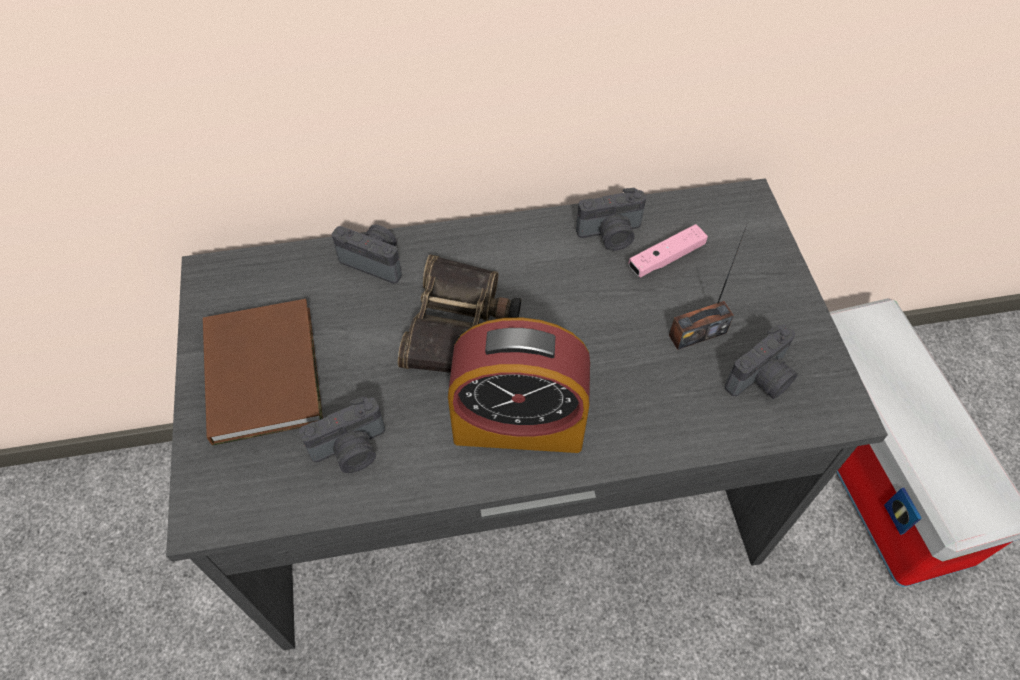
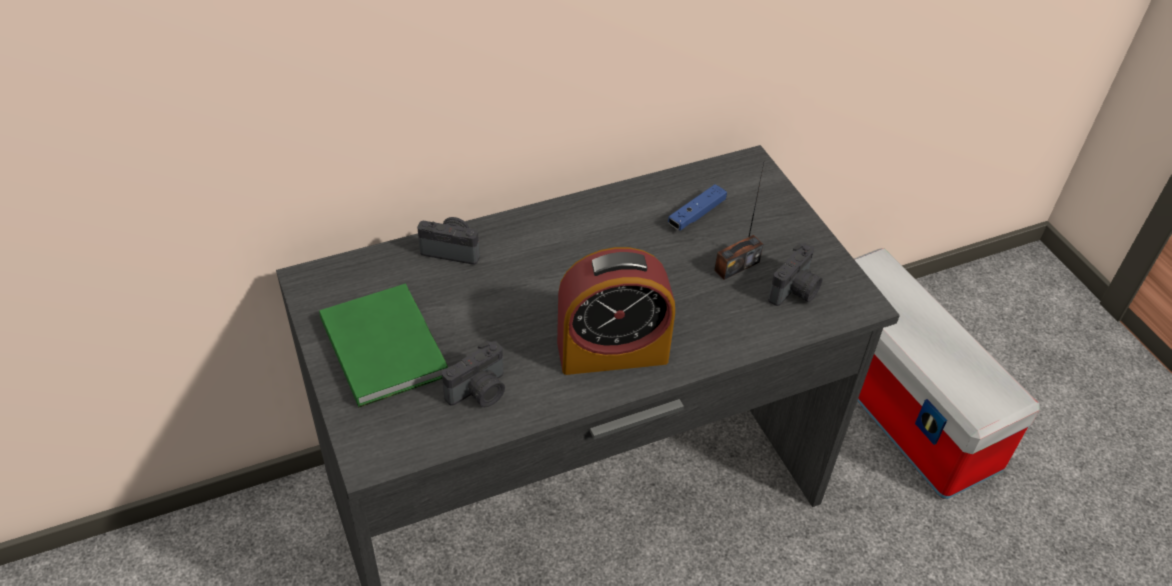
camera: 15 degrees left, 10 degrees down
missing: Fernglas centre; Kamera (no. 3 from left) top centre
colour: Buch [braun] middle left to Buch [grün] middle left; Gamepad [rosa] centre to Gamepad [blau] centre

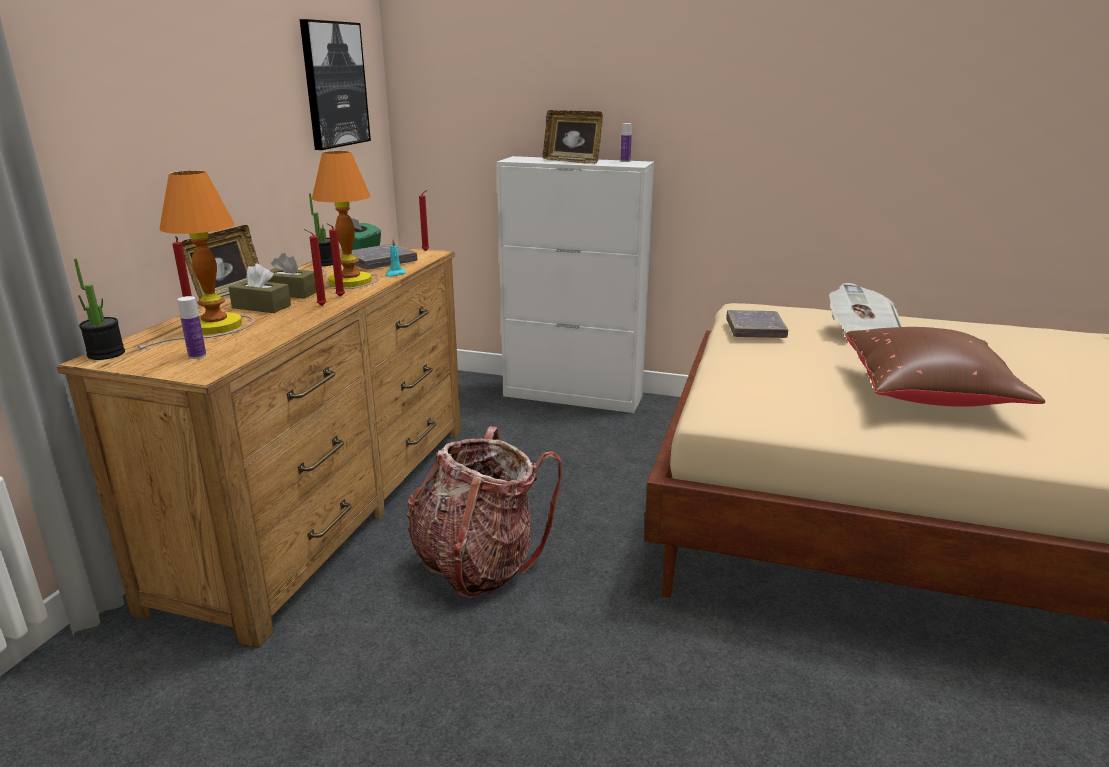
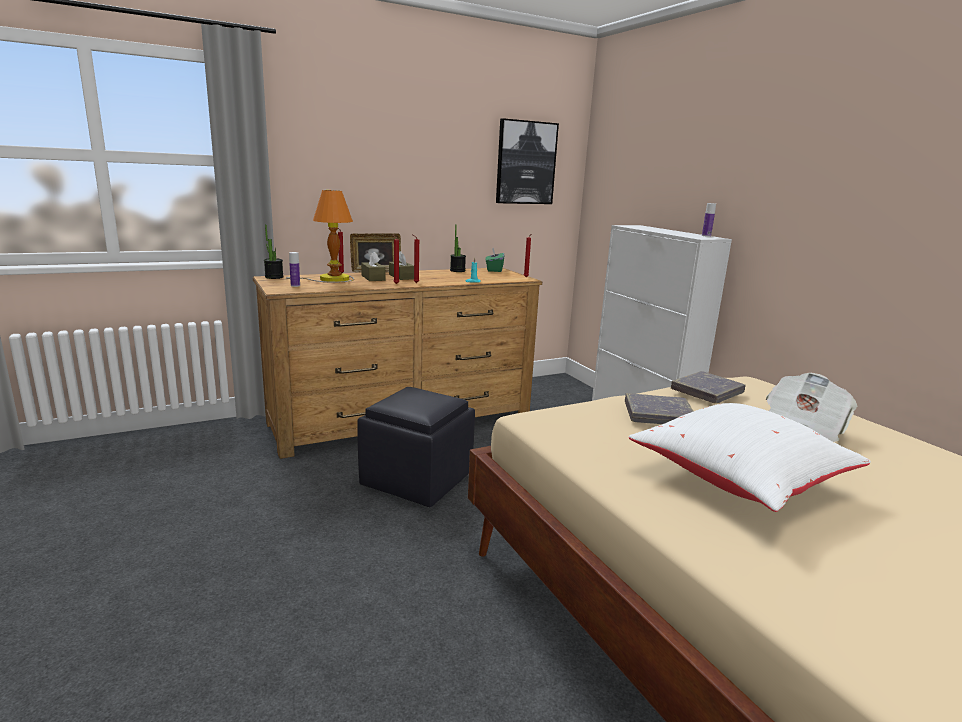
camera: 45 degrees right, 5 degrees down
missing: Tischlampe (no. 2 from left) top left; Bilderrahmen (no. 2 from left) top centre
relocated: Buch [grau] (no. 1 from left) centre to middle right
exchanged: Rucksack bottom centre to Polsterhocker [schwarz] centre
colour: Kissen [braun] middle right to Kissen [weiß] middle right

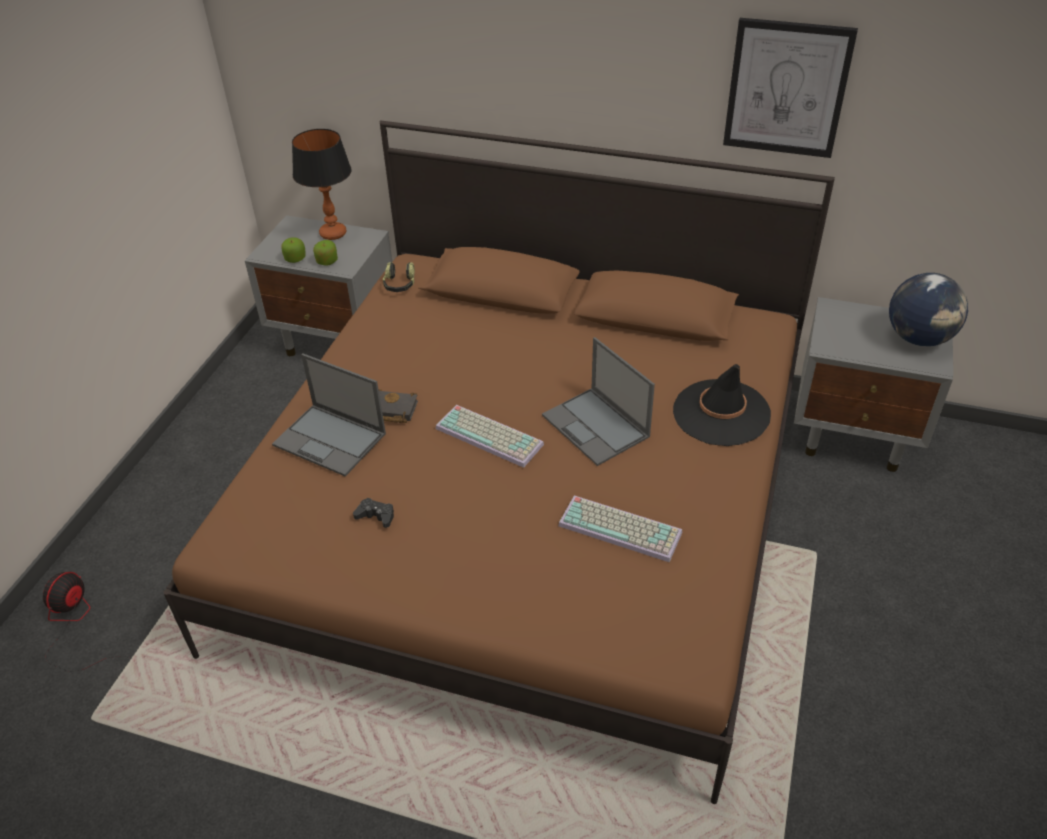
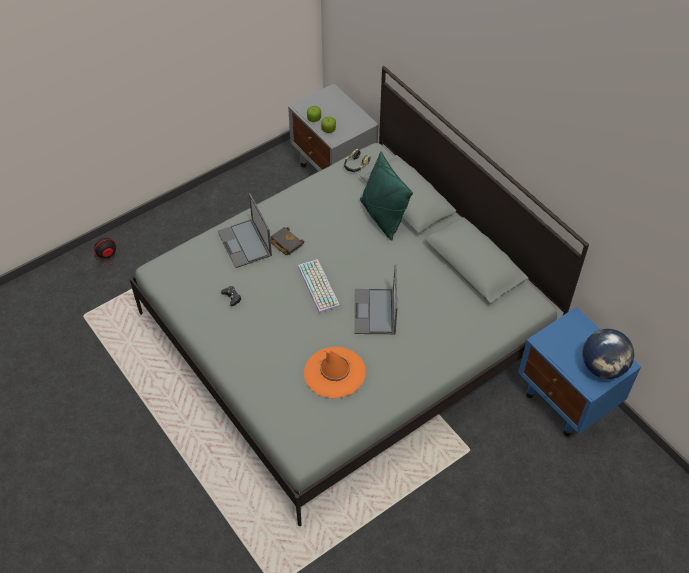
camera: 35 degrees right, 10 degrees up
missing: Tischlampe top left; Hut [schwarz] middle right; Bild top right
appeared: Kissen [grün] centre
exchanged: Tastatur (no. 2 from left) centre to Hut [orange] centre
colour: Bett [braun] centre to Bett [grau] centre; Nachttisch [grau] (no. 2 from left) middle right to Nachttisch [blau] middle right

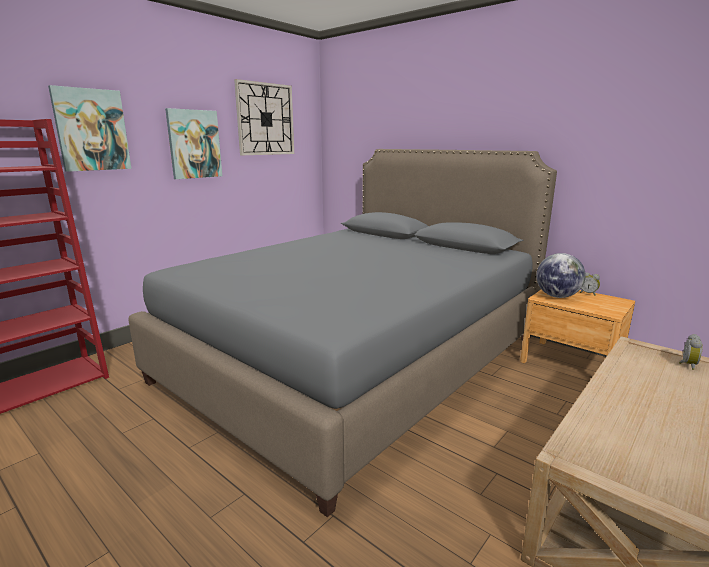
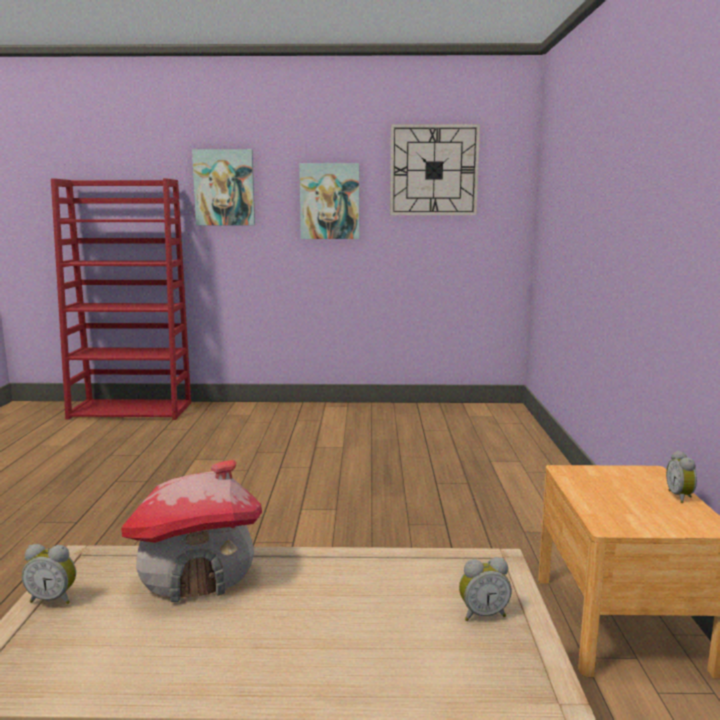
camera: 50 degrees right, 5 degrees down
missing: Bett [grau] centre; Globus middle right
appeared: Wecker (no. 1 from left) bottom left; Spielzeughaus bottom left

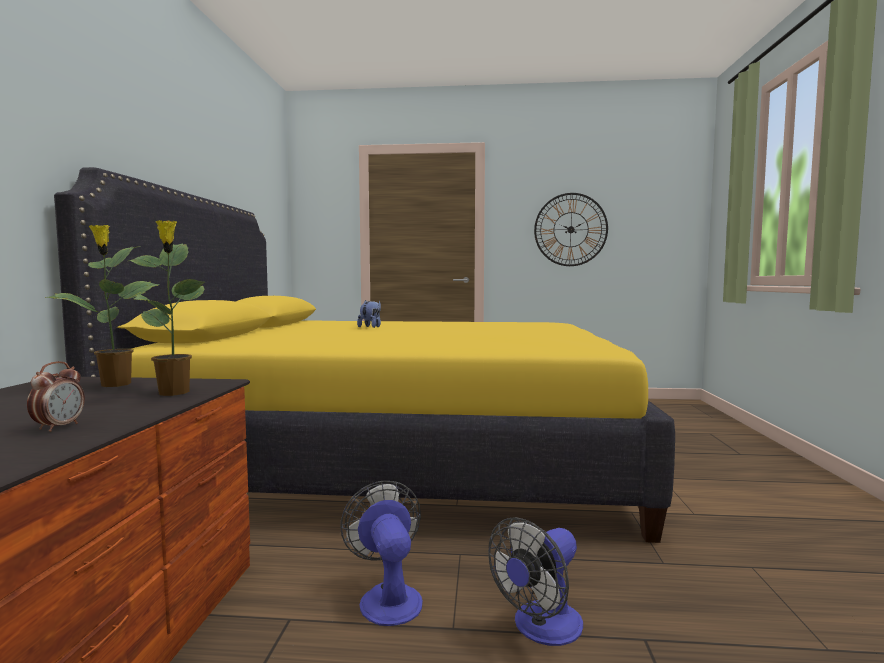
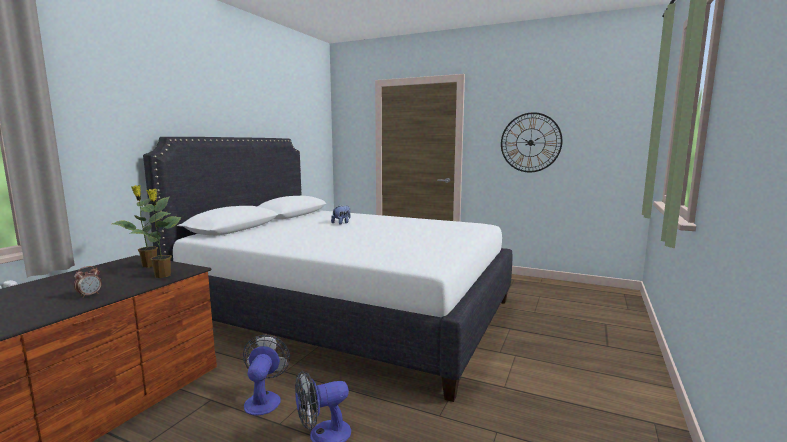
camera: 20 degrees right, 5 degrees up
colour: Bett [gelb] centre to Bett [weiß] centre

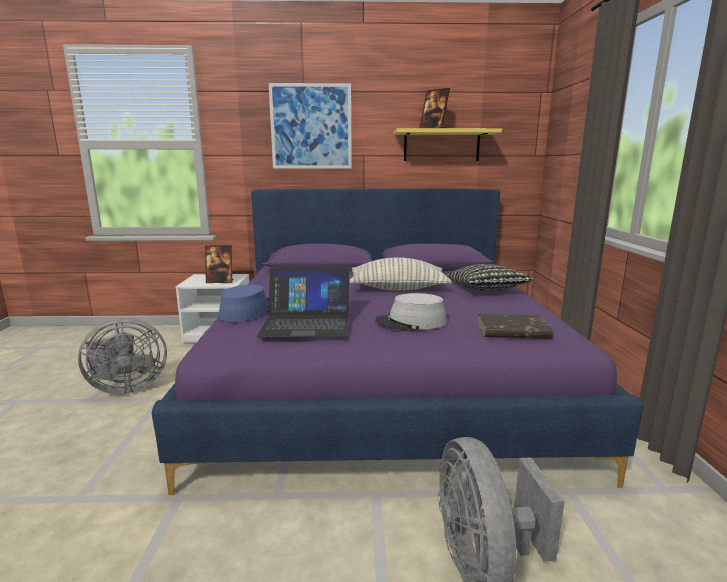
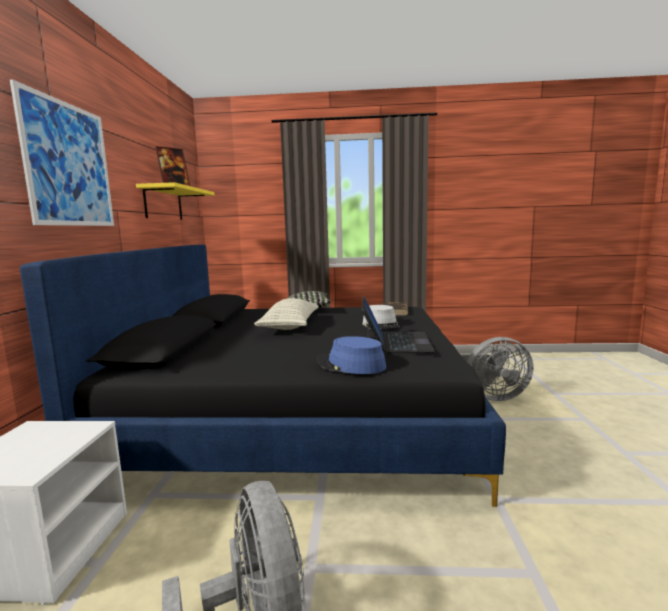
camera: 85 degrees left, 5 degrees down
missing: Bilderrahmen (no. 1 from left) middle left
colour: Bett [lila] centre to Bett [schwarz] centre

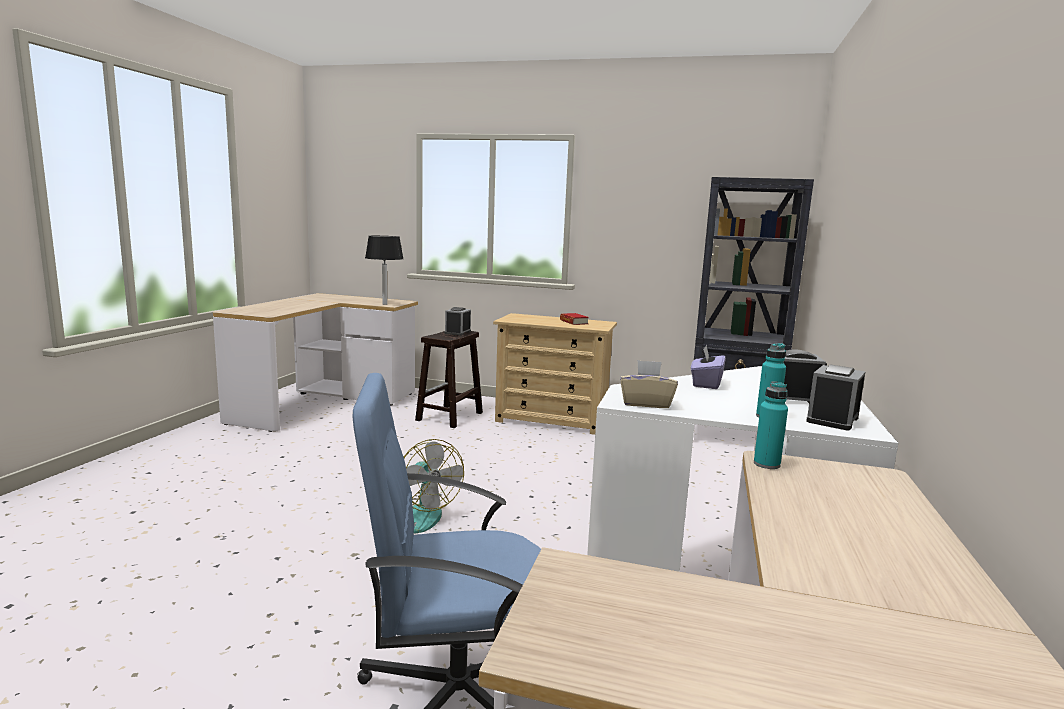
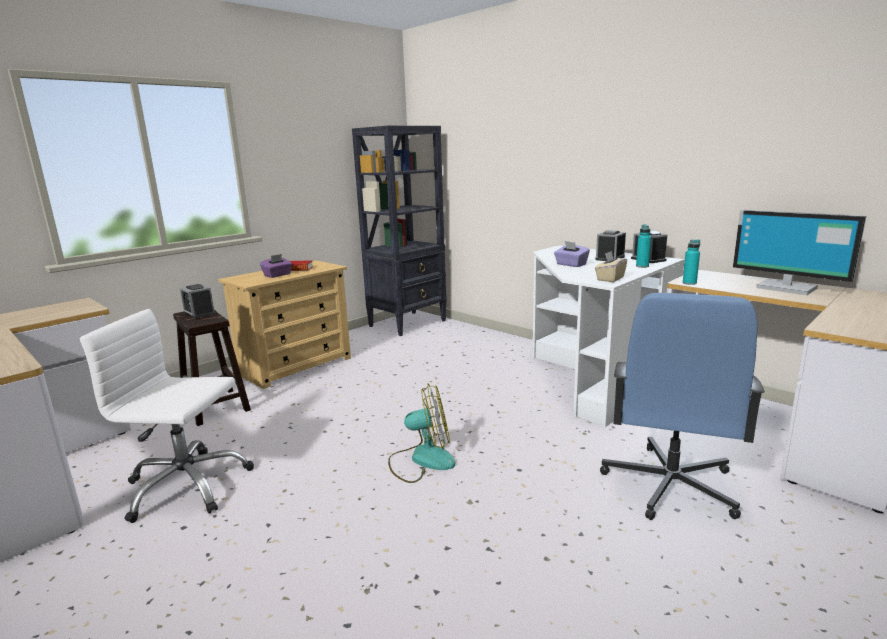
camera: 60 degrees left, 5 degrees up
missing: Tischlampe [schwarz] centre
appeared: Bürostuhl [weiß] middle left; Taschentuchbox [lila] (no. 1 from left) middle left; Monitor middle right

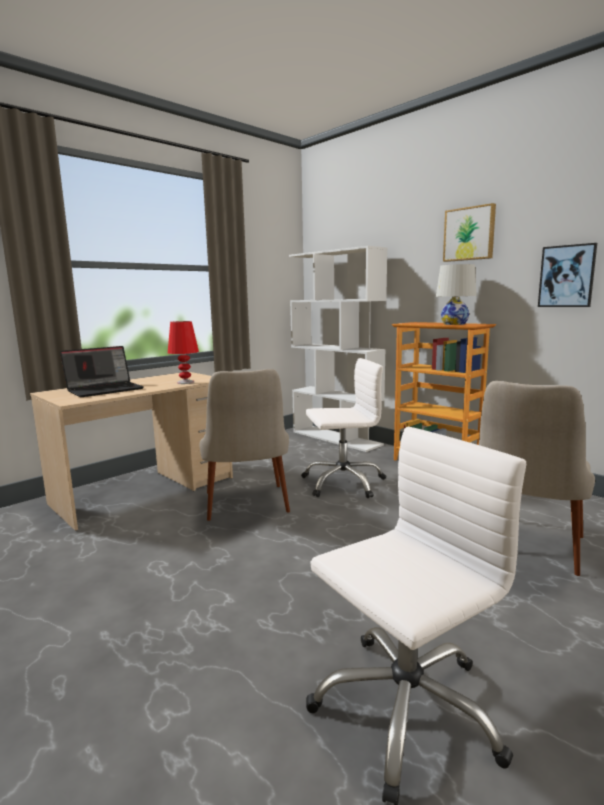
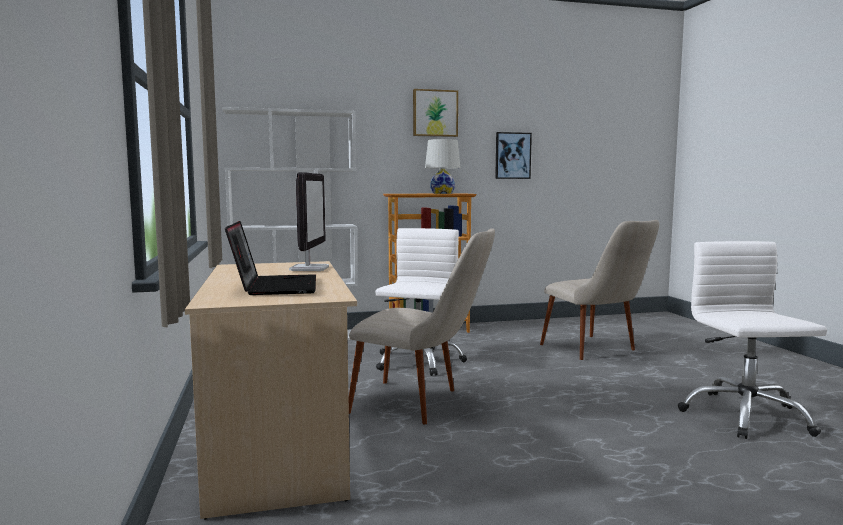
camera: 60 degrees left, 5 degrees down
exchanged: Tischlampe [rot] middle left to Monitor centre

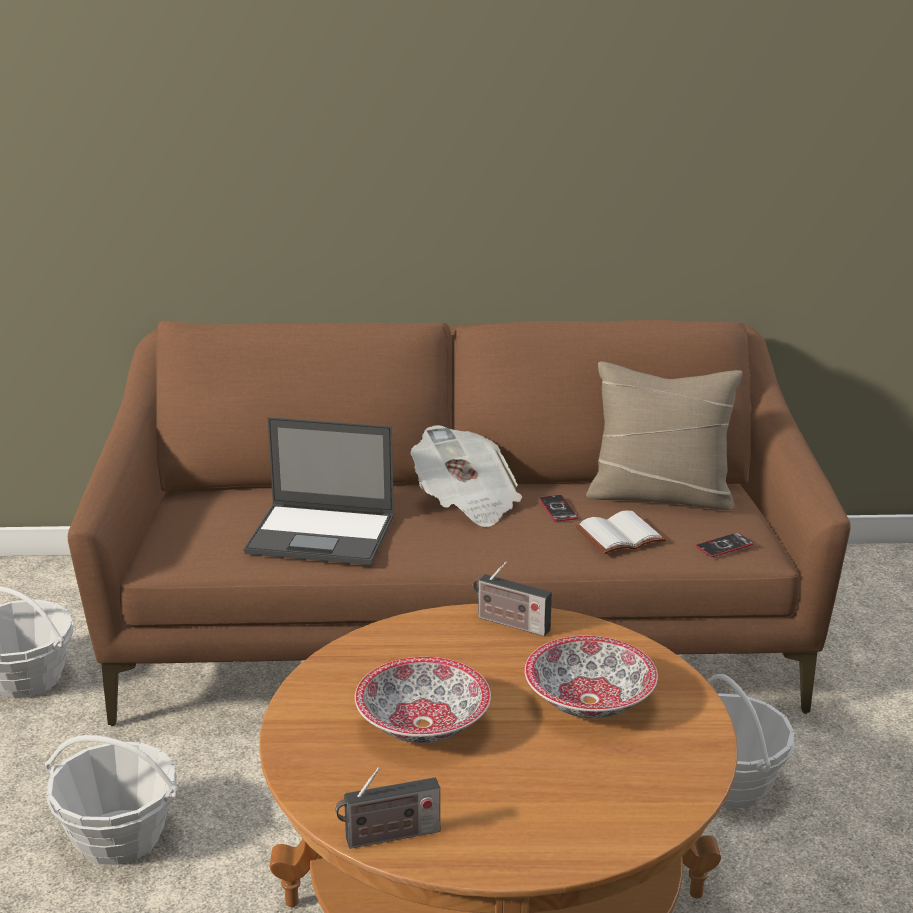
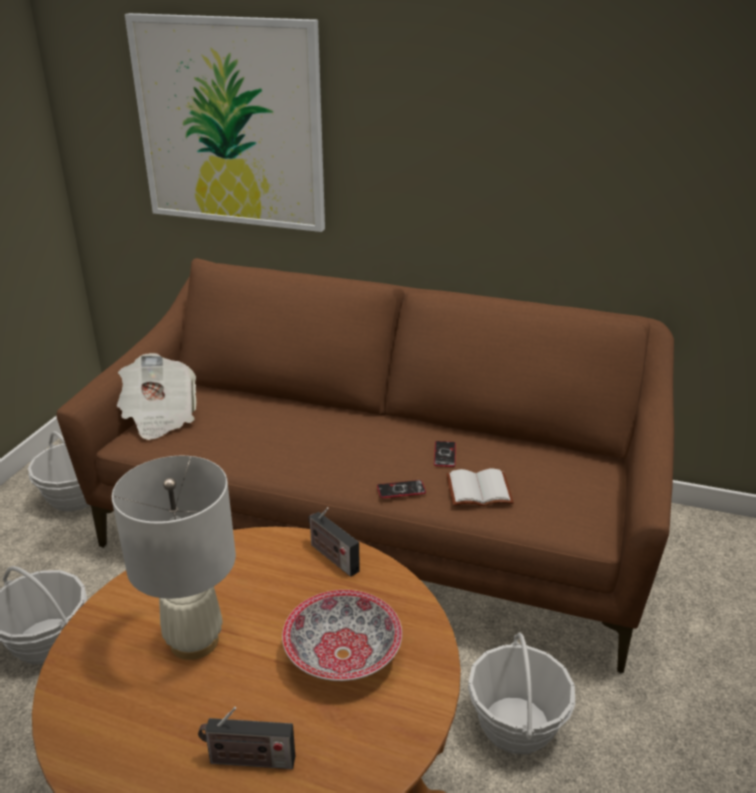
camera: 20 degrees right, 5 degrees up
missing: Laptop centre; Kissen [beige] middle right
appeared: Bild top left
relocated: Zeitung centre to middle left; Radio (no. 1 from left) bottom centre to bottom left; Handy (no. 2 from left in the first image) middle right to Handy (no. 1 from left) centre
exchanged: Schüssel (no. 1 from left) bottom centre to Tischlampe [weiß] bottom left

